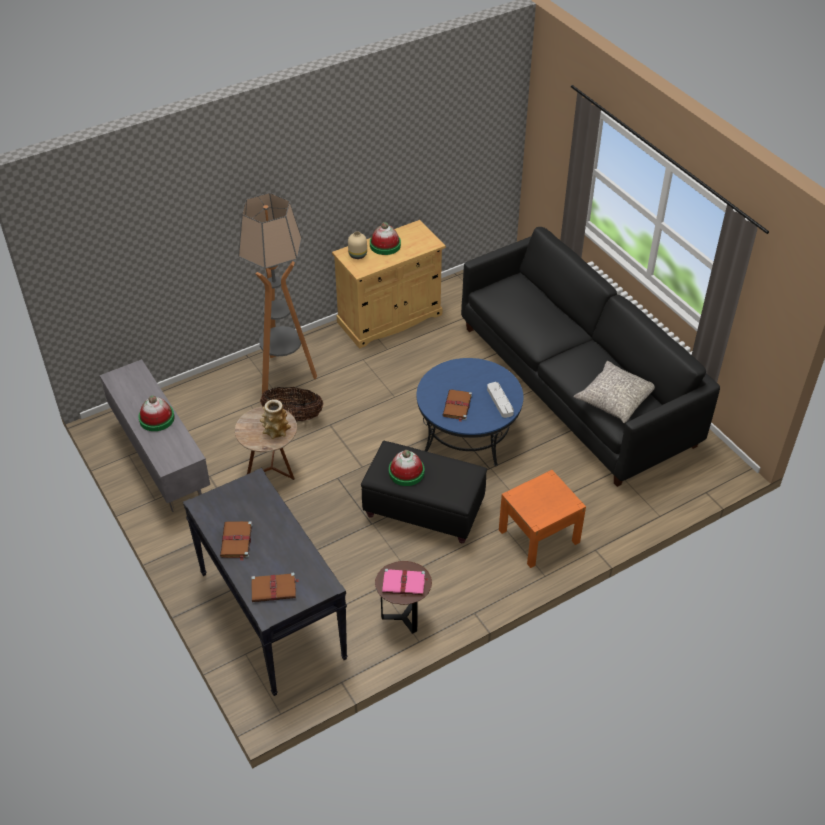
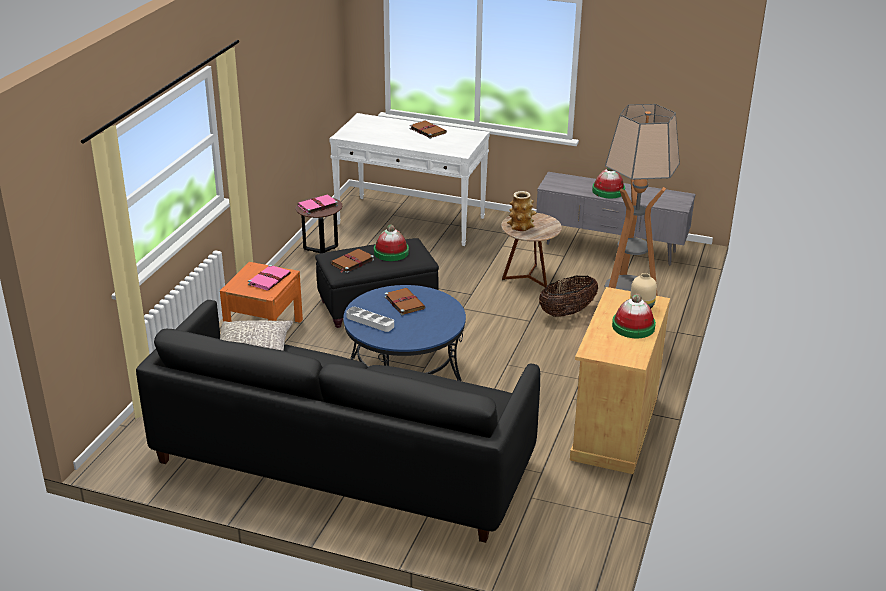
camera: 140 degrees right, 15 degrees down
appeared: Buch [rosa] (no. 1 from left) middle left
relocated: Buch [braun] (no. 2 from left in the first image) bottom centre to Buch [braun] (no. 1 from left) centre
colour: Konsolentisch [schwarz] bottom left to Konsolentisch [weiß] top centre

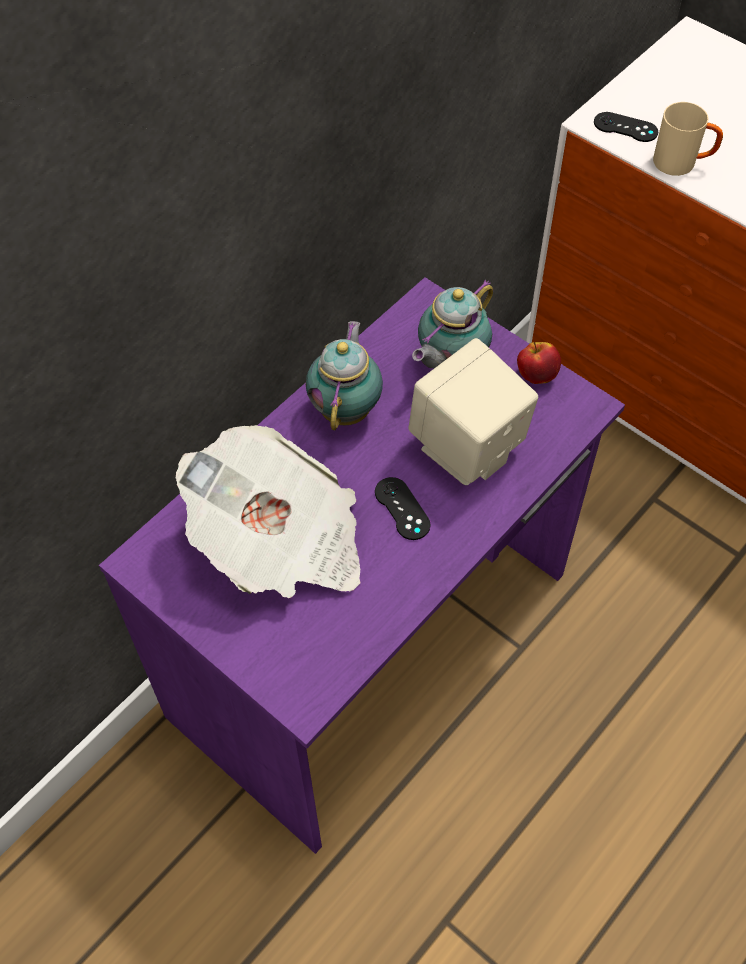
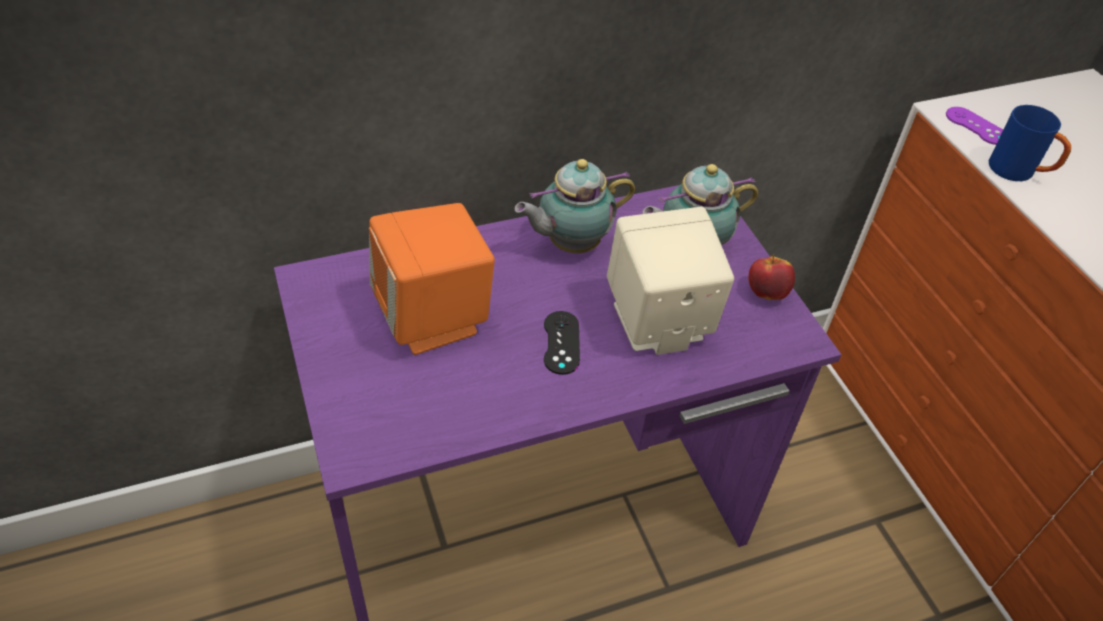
camera: 25 degrees right, 10 degrees down
exchanged: Zeitung centre to Lautsprecher [orange] centre
colour: Gamepad [schwarz] (no. 2 from left) top right to Gamepad [lila] top right; Henkelbecher [beige] top right to Henkelbecher [blau] top right
spun: Teekanne (no. 1 from left) centre = top centre 150 degrees counterclockwise

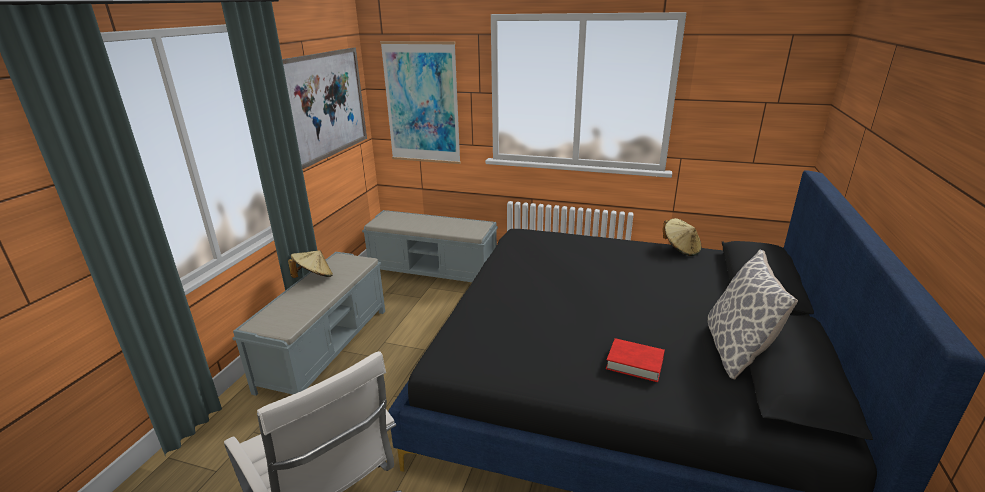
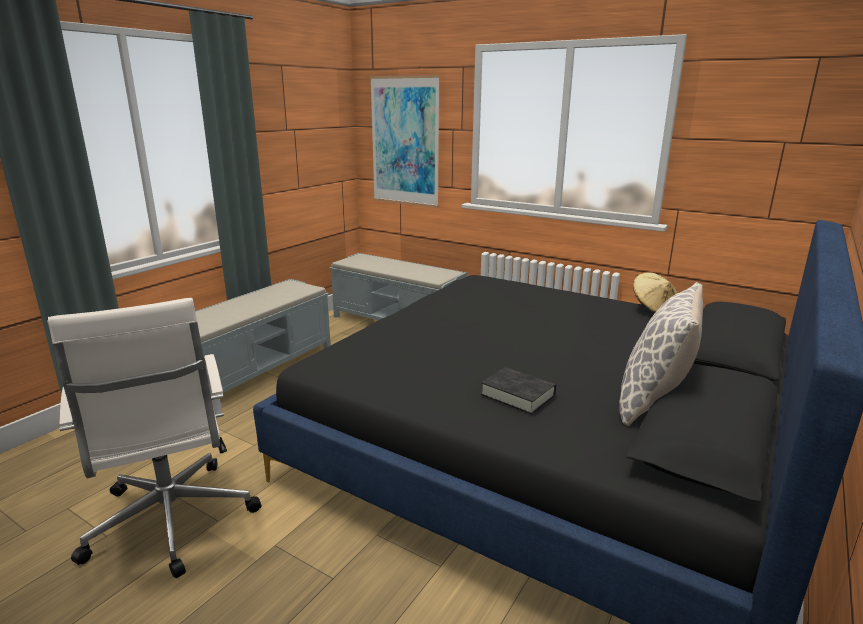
camera: 15 degrees right, 5 degrees down
missing: Bild (no. 1 from left) top left; Hut [beige] (no. 1 from left) middle left
colour: Buch [rot] bottom centre to Buch [schwarz] centre

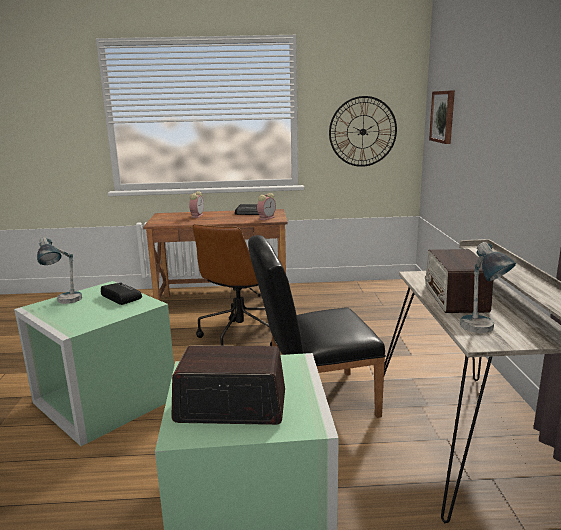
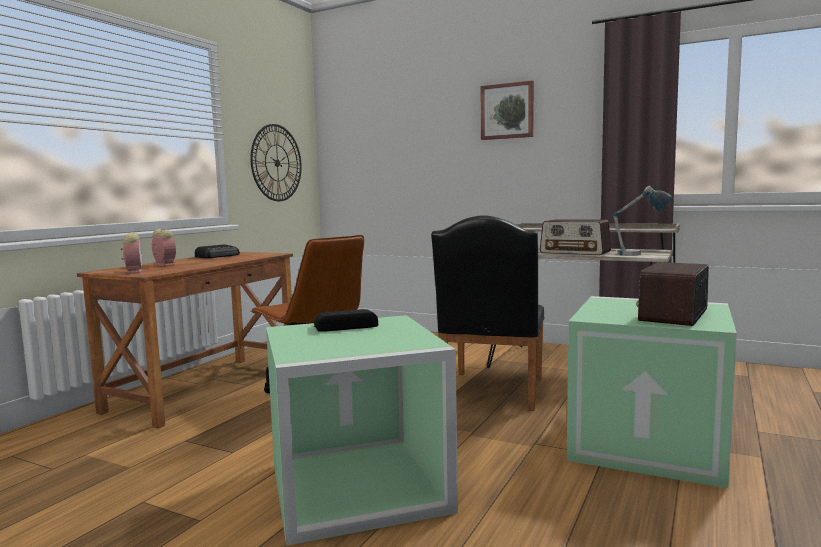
camera: 60 degrees left, 10 degrees down
missing: Tischlampe (no. 1 from left) middle left
relocated: Wecker (no. 2 from left in the first image) centre to Wecker (no. 1 from left) middle left; Bild top right to top centre

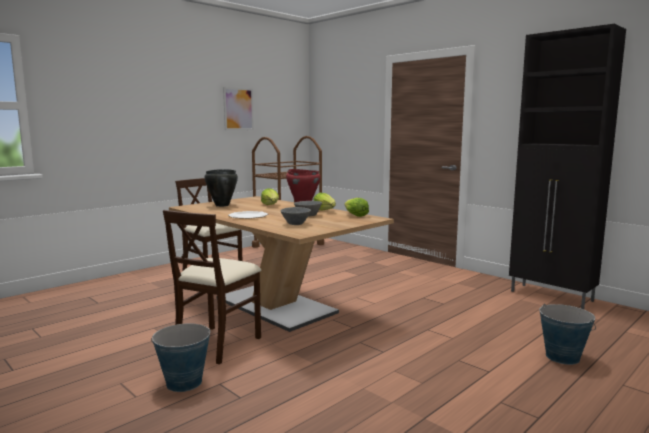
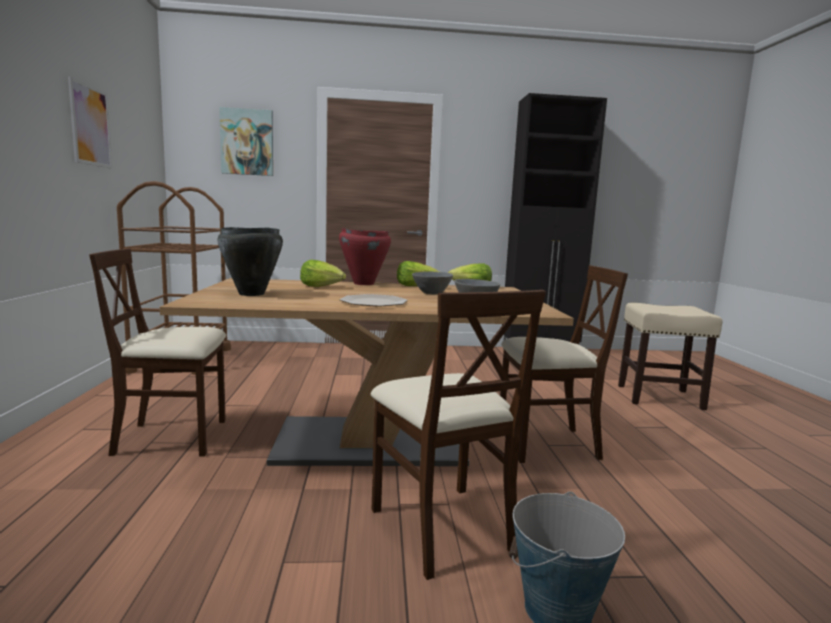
camera: 50 degrees left, 0 degrees up
appeared: Bild (no. 2 from left) top left; Stuhl [beige] (no. 3 from left) middle right
exchanged: Eimer (no. 2 from left) bottom right to Hocker [beige] middle right

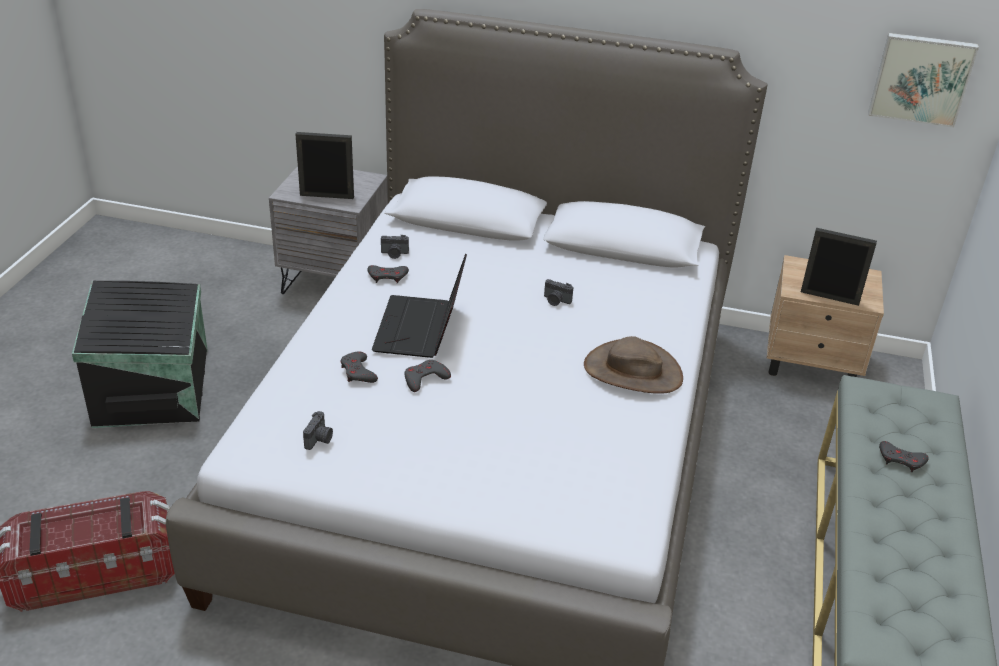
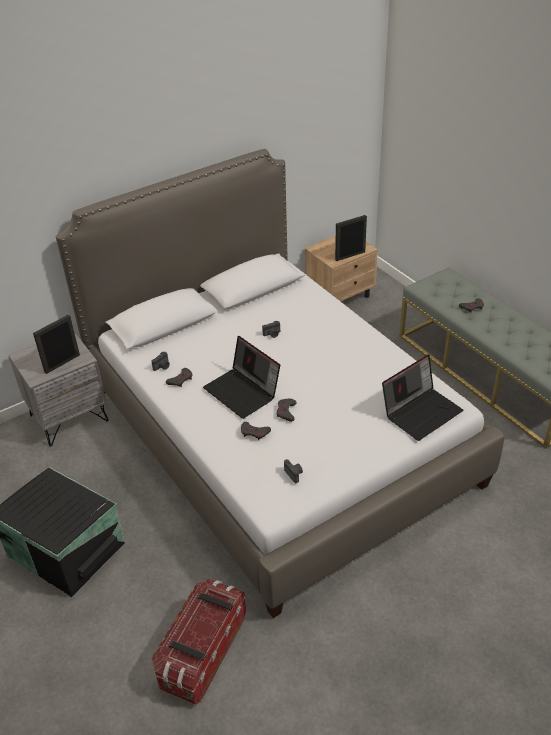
camera: 45 degrees left, 5 degrees up
missing: Hut [braun] centre; Bild top right
appeared: Laptop (no. 2 from left) middle right

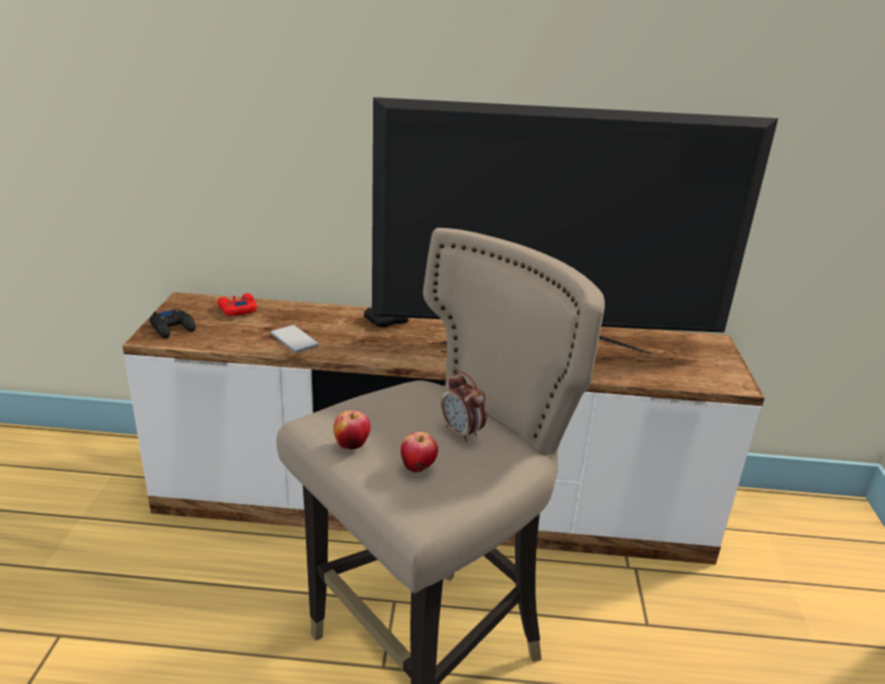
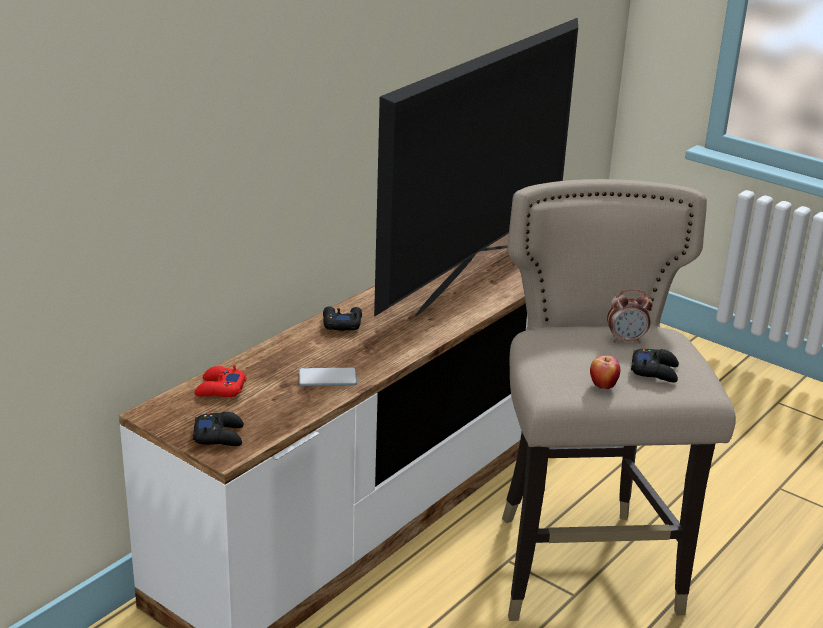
camera: 55 degrees left, 0 degrees up
exchanged: Apfel (no. 2 from left) centre to Gamepad [schwarz] (no. 3 from left) middle right

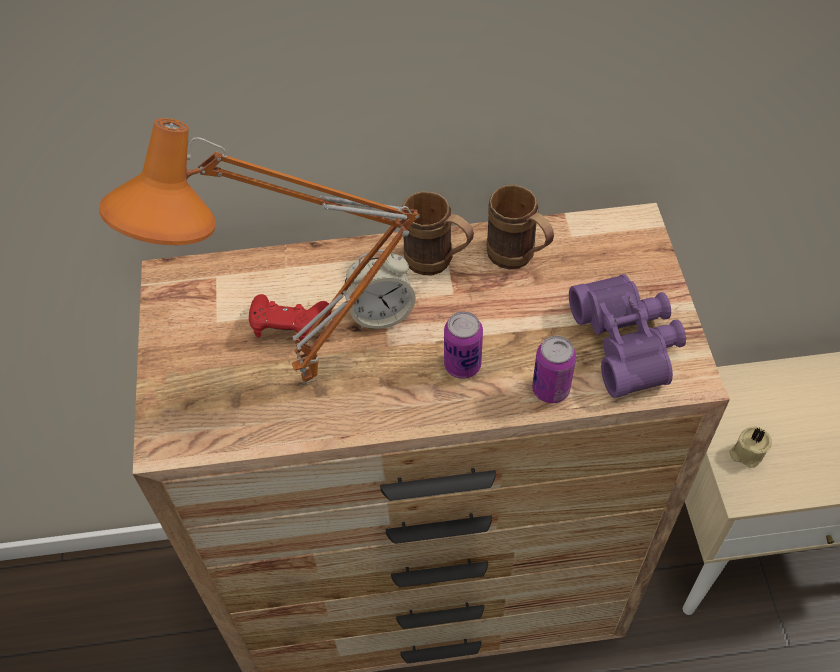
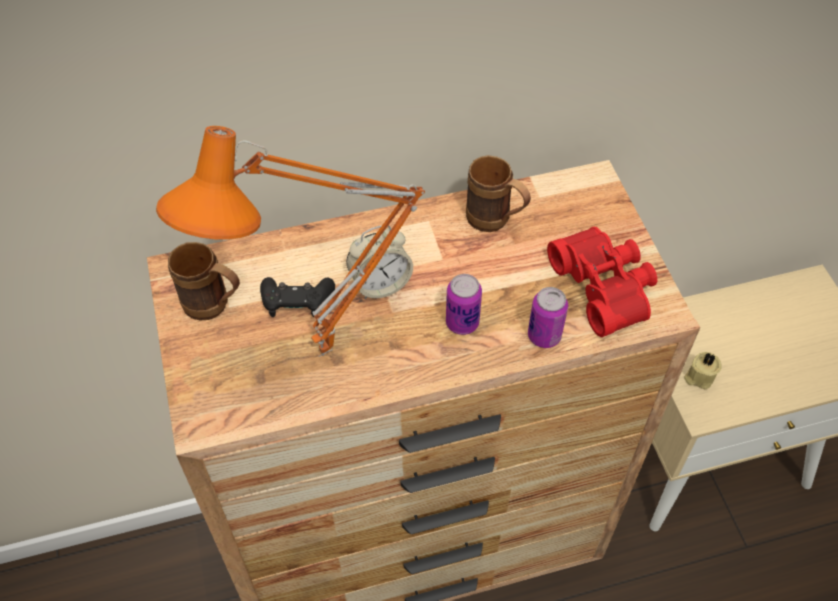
camera: 10 degrees left, 0 degrees up
relocated: Henkelbecher [braun] (no. 1 from left) centre to middle left
colour: Gamepad [rot] centre to Gamepad [schwarz] centre; Fernglas [lila] middle right to Fernglas [rot] middle right

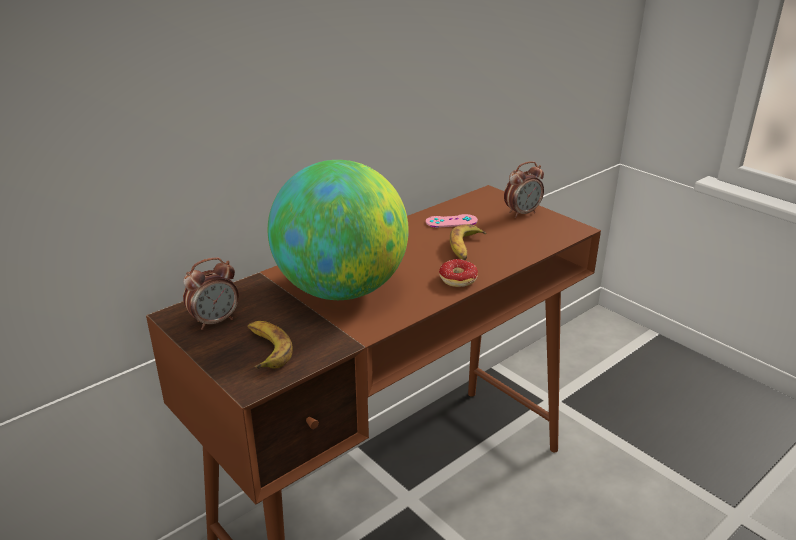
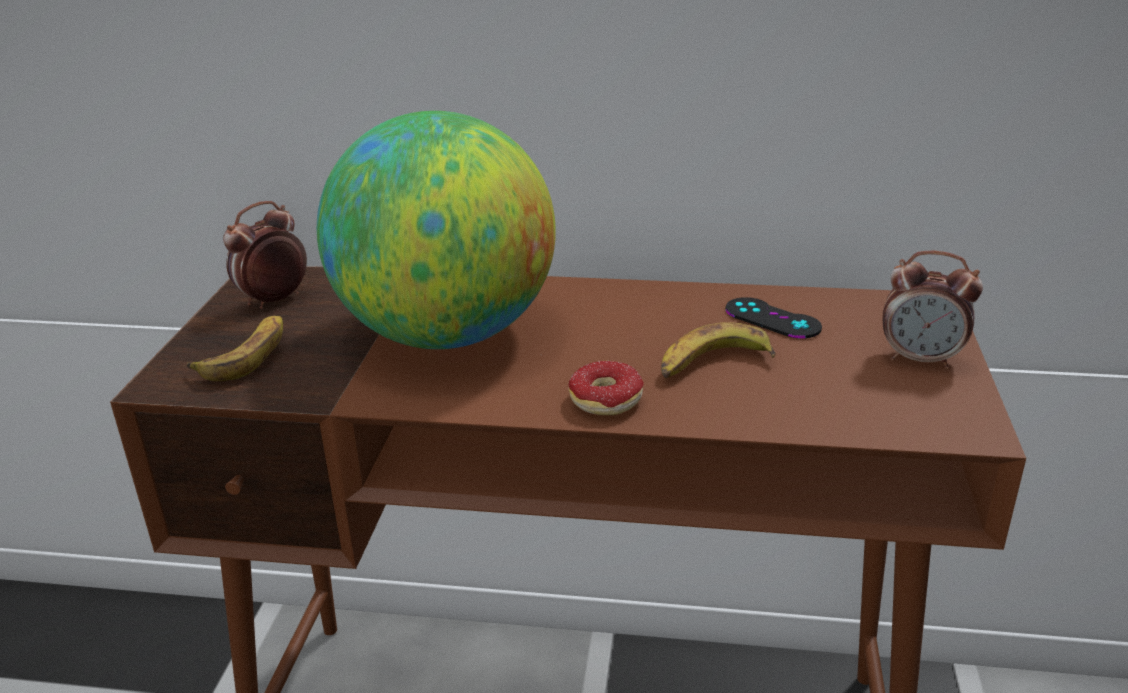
camera: 50 degrees right, 0 degrees up
colour: Gamepad [rosa] centre to Gamepad [schwarz] middle right
spun: Wecker (no. 1 from left) middle left = middle left 120 degrees clockwise

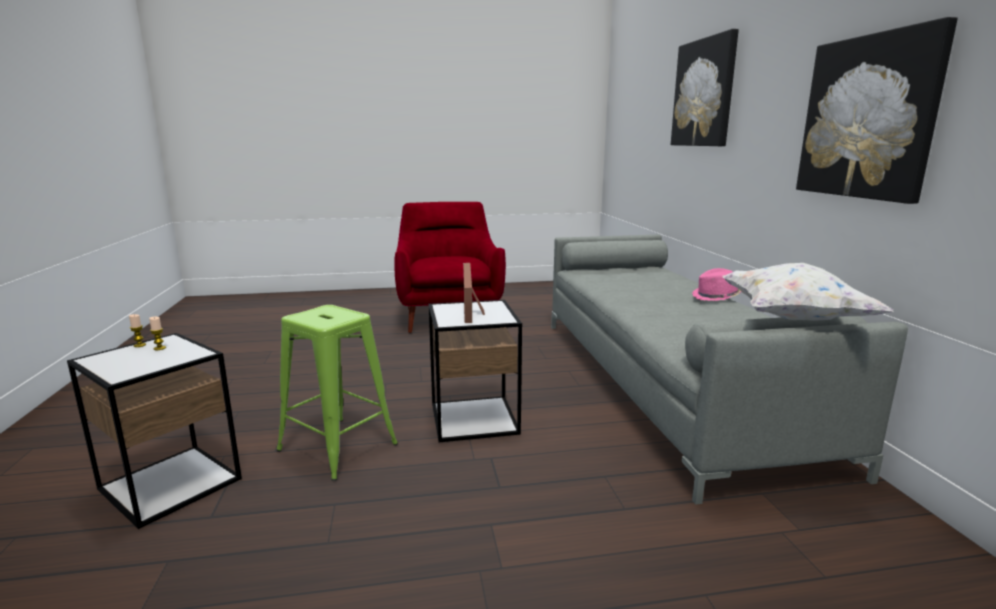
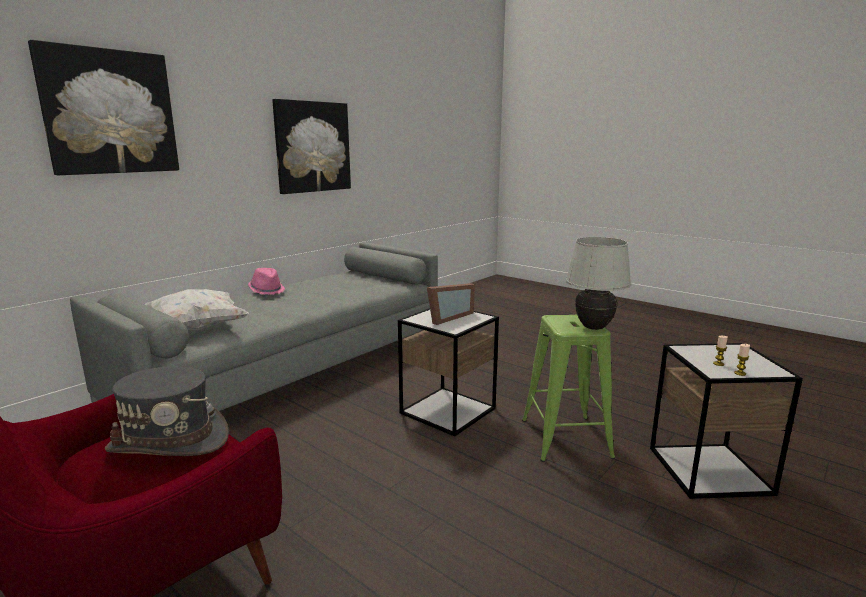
camera: 130 degrees left, 0 degrees up
appeared: Hut [grau] bottom left; Tischlampe [weiß] middle right
relocated: Kissen [weiß] middle right to middle left

